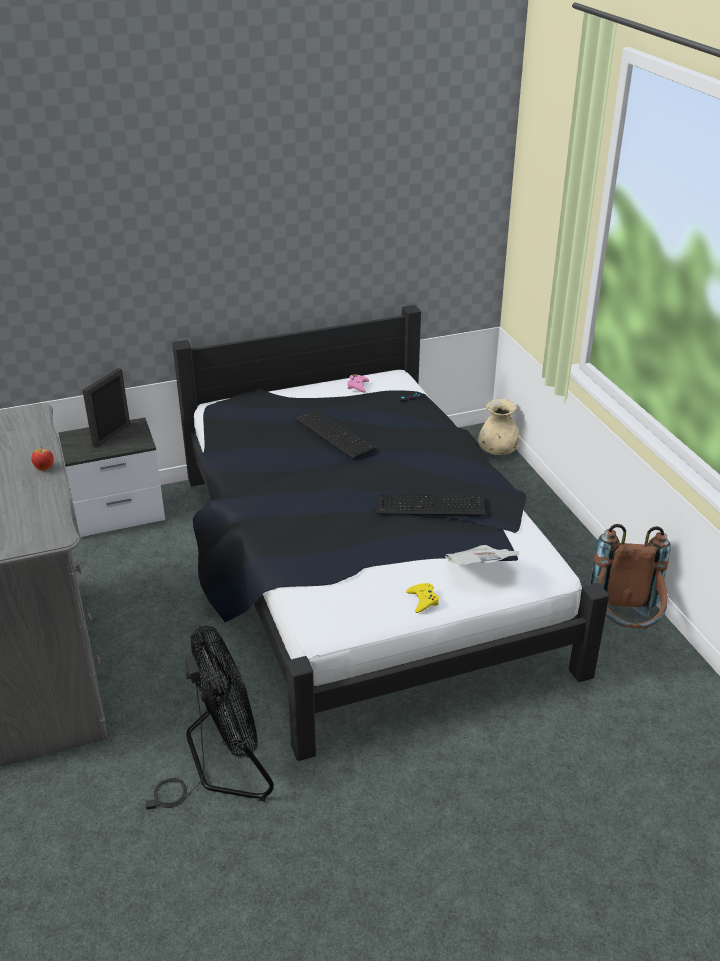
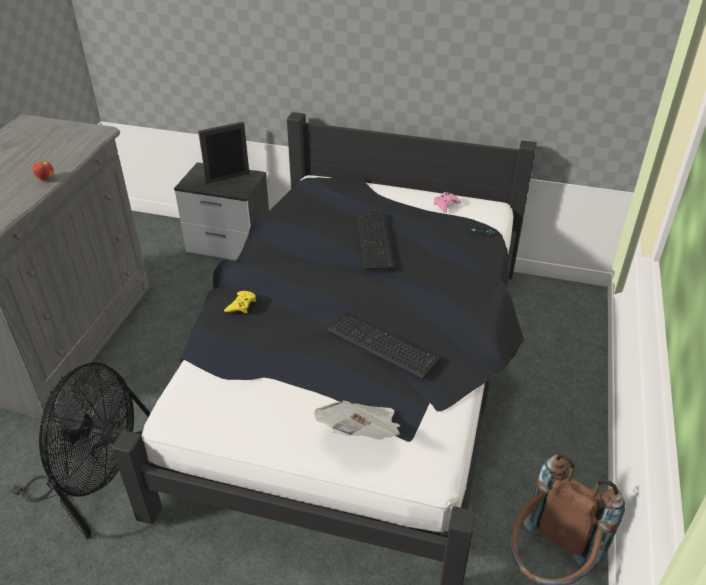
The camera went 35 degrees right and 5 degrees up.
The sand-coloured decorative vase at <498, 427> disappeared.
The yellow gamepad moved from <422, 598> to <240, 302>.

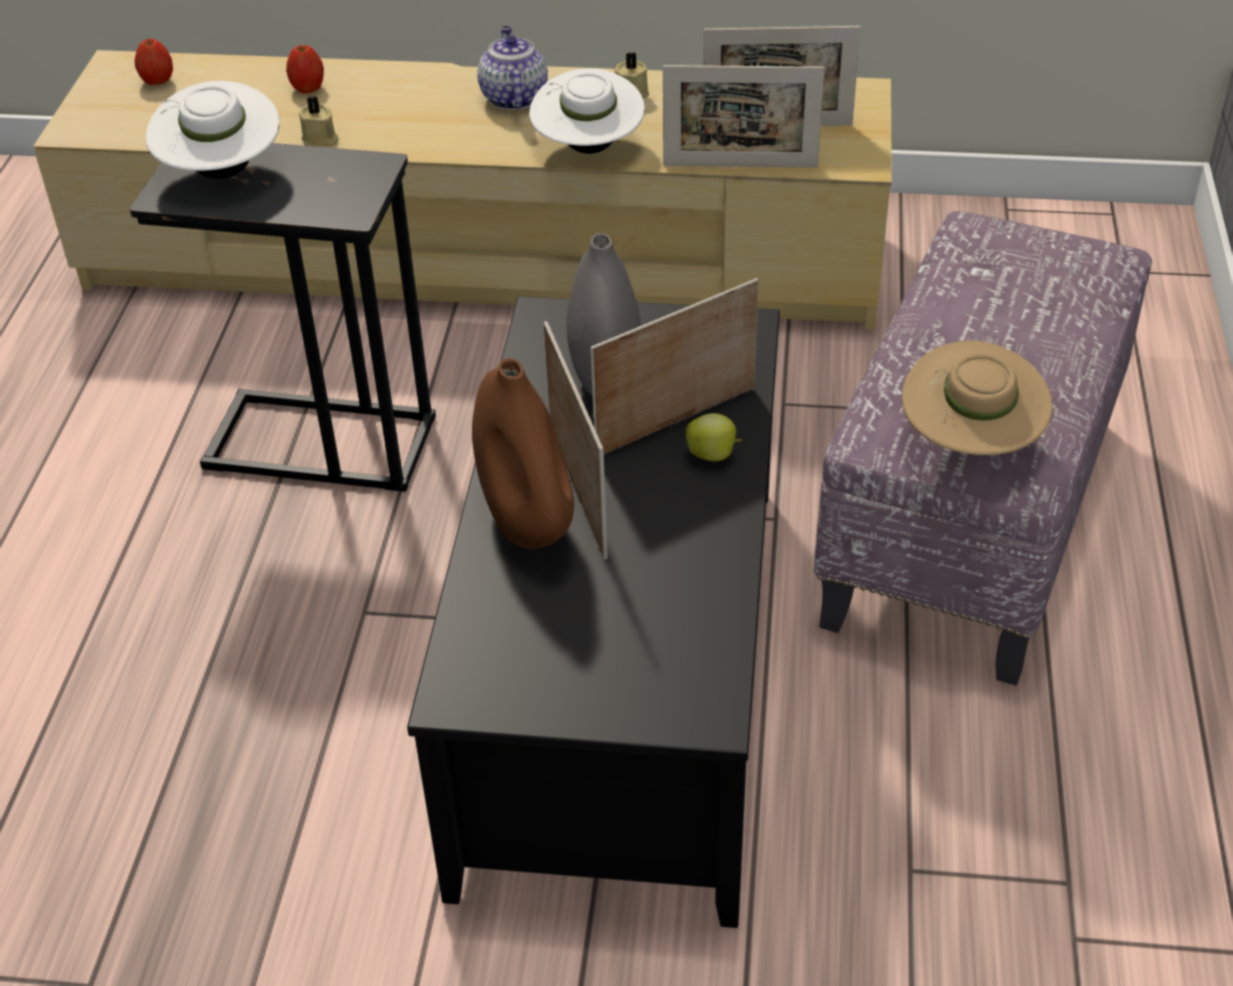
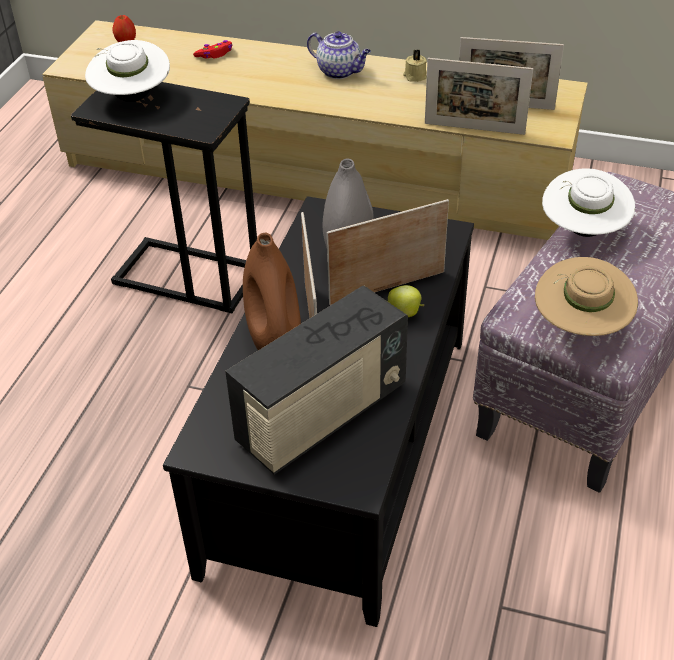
The camera went 10 degrees right and 0 degrees up.
The sand-coloured candle at <319, 121> disappeared.
The radio set at <316, 380> appeared.
The white-coloured wearable hat moved from <587, 111> to <588, 202>.
The whole apple at <305, 69> was replaced by the red gamepad at <212, 49>.
The teapot at <512, 68> turned 120 degrees clockwise.

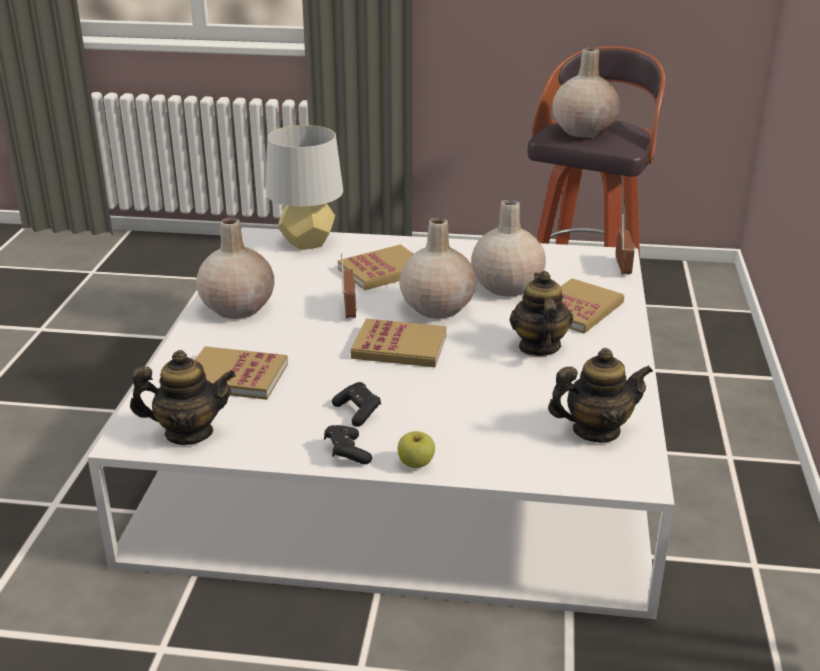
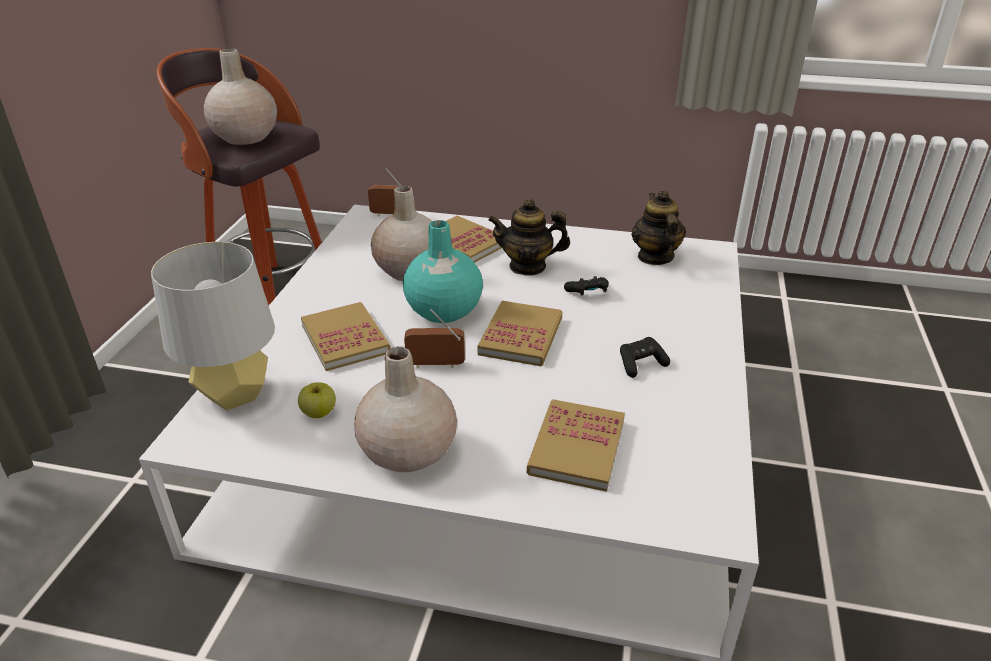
The camera went 85 degrees left and 5 degrees up.
The teapot at <183, 397> disappeared.
The black gamepad moved from <348, 444> to <586, 286>.
The whole apple moved from <416, 449> to <317, 400>.
The sand-coloured decorative vase at <437, 268> became the turquoise decorative vase at <443, 271>.

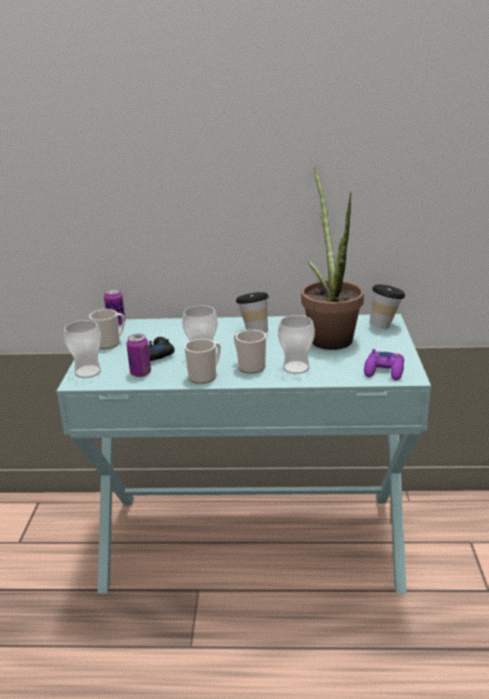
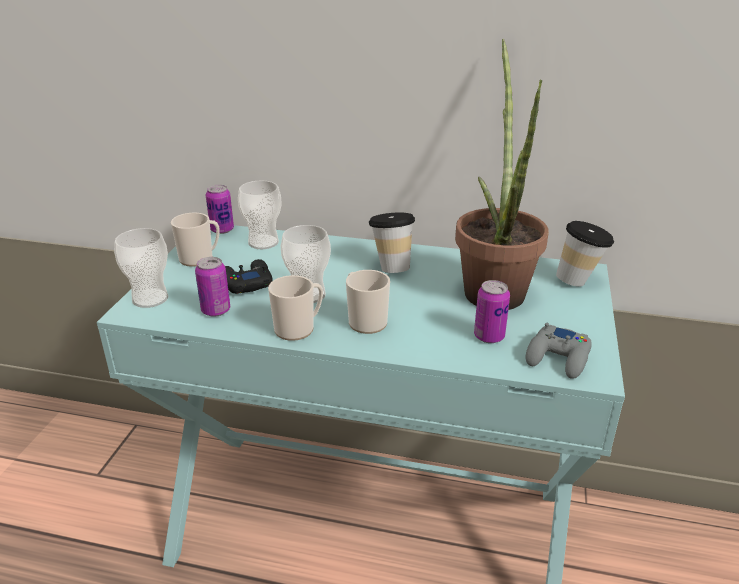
The camera went 10 degrees right and 5 degrees up.
The metal can at <492, 311> appeared.
The small cup moved from <296, 344> to <260, 215>.
The purple-coloured gamepad at <384, 364> became the greyish gamepad at <559, 351>.

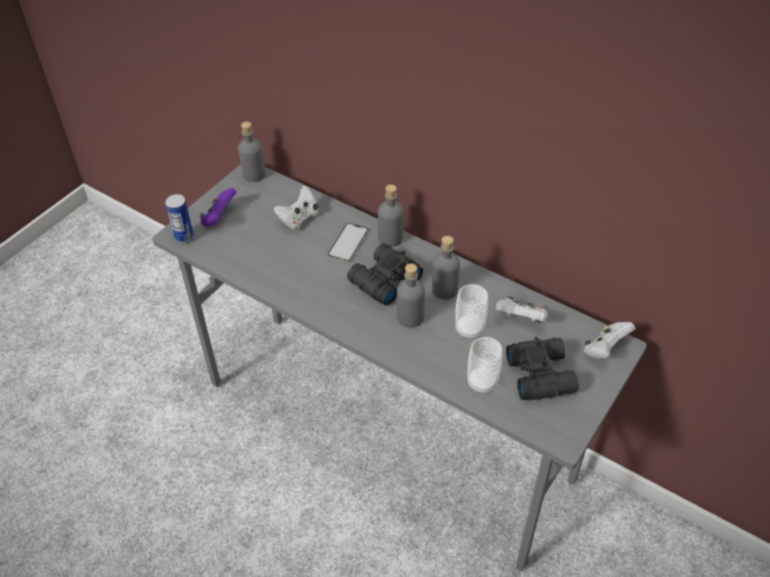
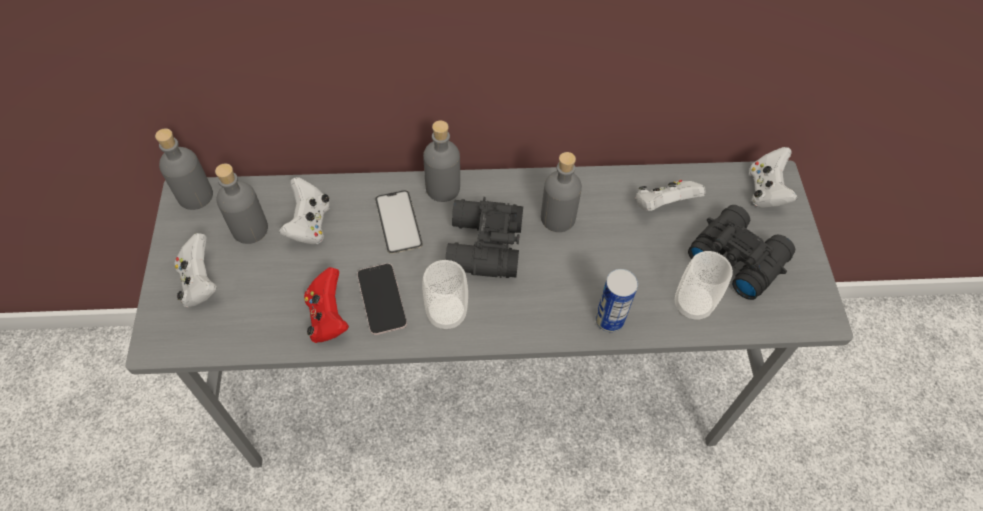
The camera went 40 degrees left and 10 degrees up.
The red gamepad at <326, 305> appeared.
The handset at <382, 299> appeared.
The metal can moved from <179, 219> to <616, 300>.
The greyish beverage bottle moved from <411, 295> to <241, 204>.
The small cup moved from <471, 311> to <445, 295>.
The purple-coloured gamepad at <218, 207> became the white-coloured gamepad at <196, 270>.

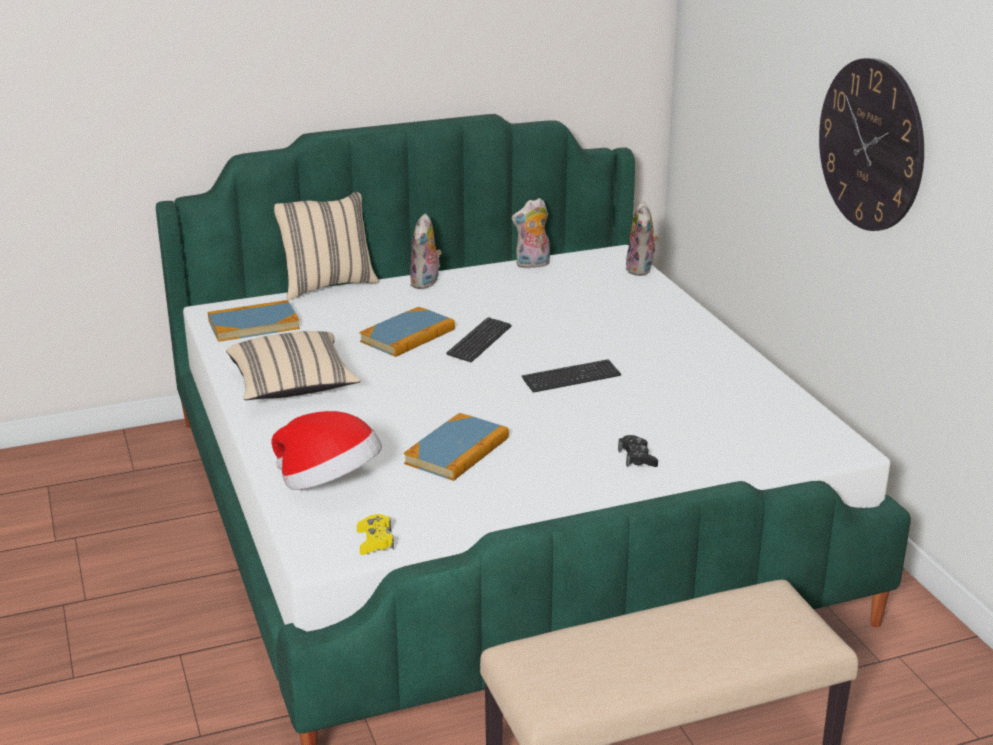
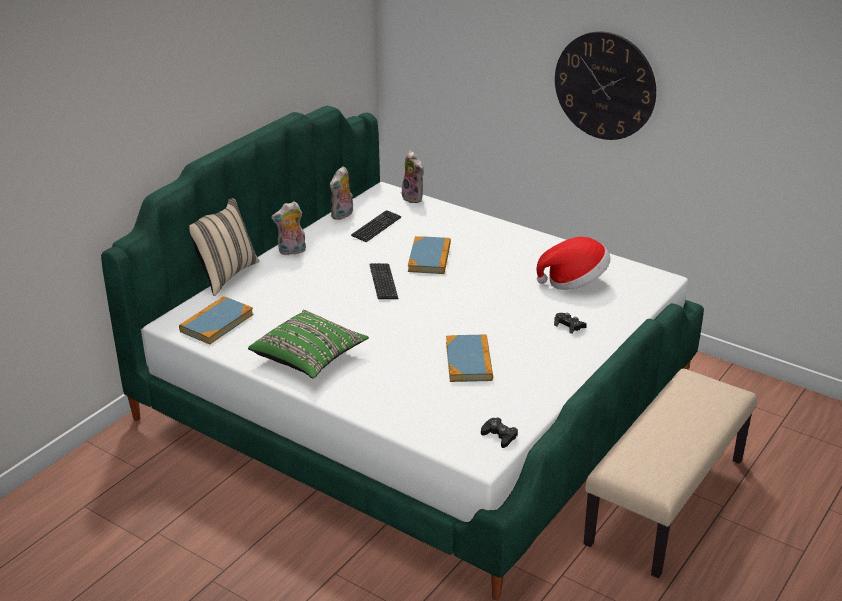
The camera went 35 degrees left and 5 degrees up.
The wearable hat moved from <327, 450> to <573, 263>.
The book moved from <407, 332> to <429, 255>.
The computer keyboard moved from <571, 376> to <376, 226>.
The sand-coloured cushion at <293, 365> became the green cushion at <308, 344>.
The yellow gamepad at <375, 534> became the black gamepad at <499, 433>.
The plush toy at <426, 251> turned 90 degrees clockwise.

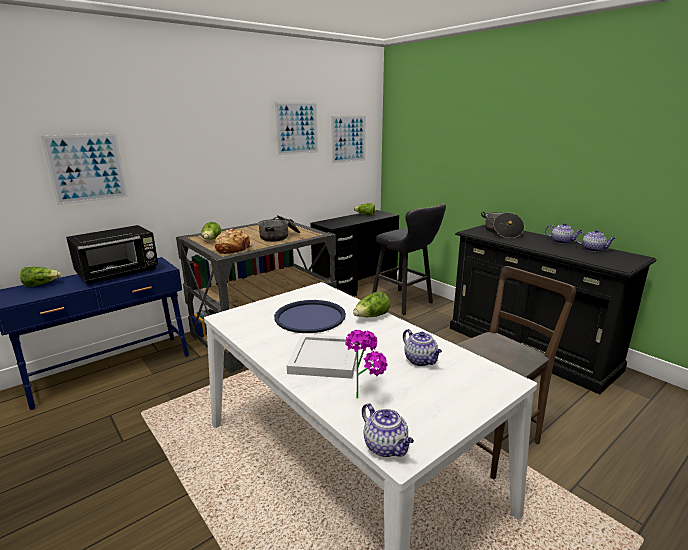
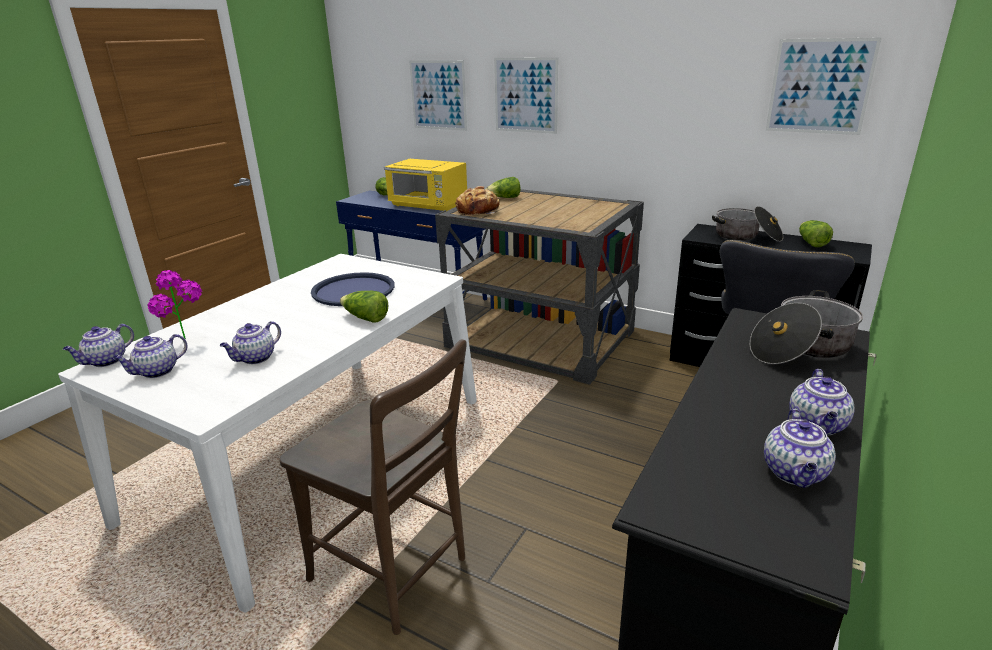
The camera went 70 degrees right and 5 degrees up.
The white-coloured tray at <322, 356> disappeared.
The teapot at <150, 356> appeared.
The stockpot moved from <279, 228> to <747, 224>.
The wall art moved from <296, 128> to <526, 95>.
The black kitchen microwave at <112, 255> became the yellow kitchen microwave at <425, 185>.

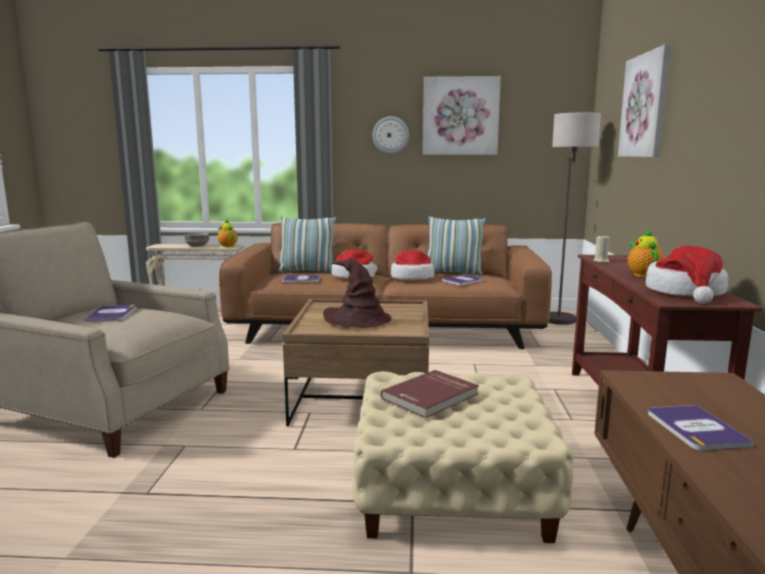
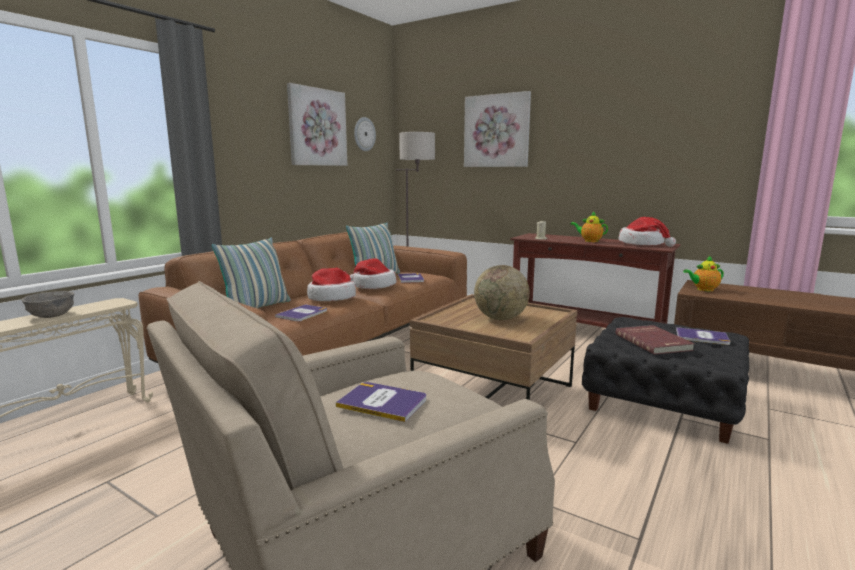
The camera went 60 degrees left and 0 degrees up.
The teapot moved from <227, 233> to <703, 273>.
The wall clock moved from <391, 135> to <365, 134>.
The book moved from <701, 428> to <703, 336>.
The brownish wearable hat at <357, 293> was replaced by the world globe at <502, 292>.
The sand-coloured pouffe at <463, 457> became the black pouffe at <665, 380>.

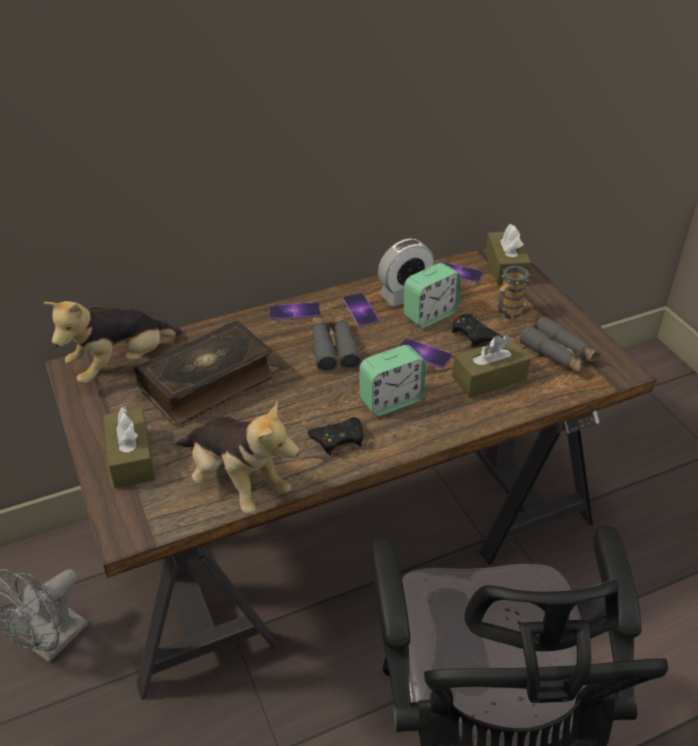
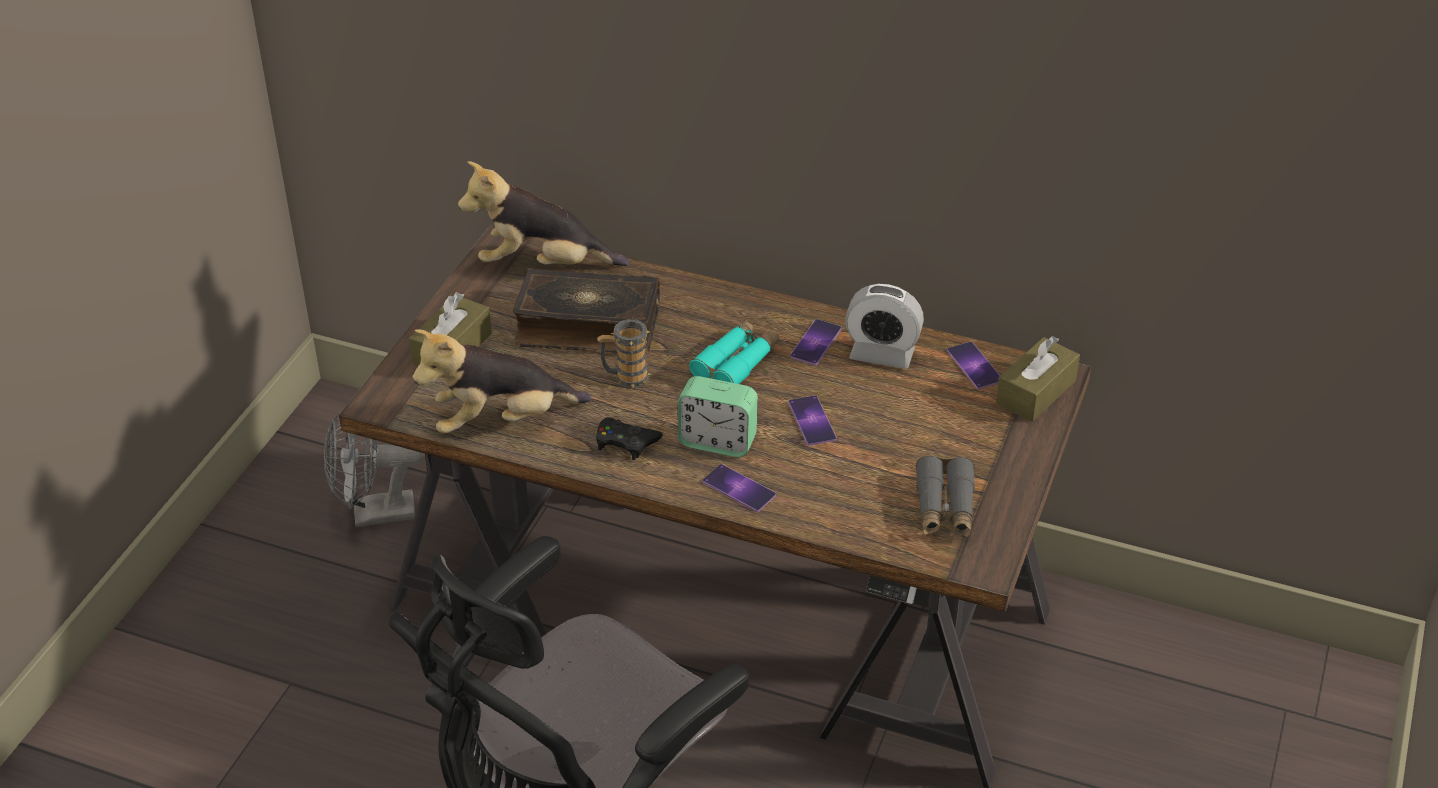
The camera went 45 degrees right and 0 degrees up.
The alarm clock at <432, 295> disappeared.
The black gamepad at <477, 331> disappeared.
The brownish tissue holder at <491, 366> disappeared.
The handset moved from <294, 311> to <739, 488>.
The tea mug moved from <513, 292> to <624, 353>.
The greyish pair of binoculars at <336, 343> became the turquoise pair of binoculars at <734, 352>.
The plush toy at <238, 457> turned 75 degrees clockwise.

